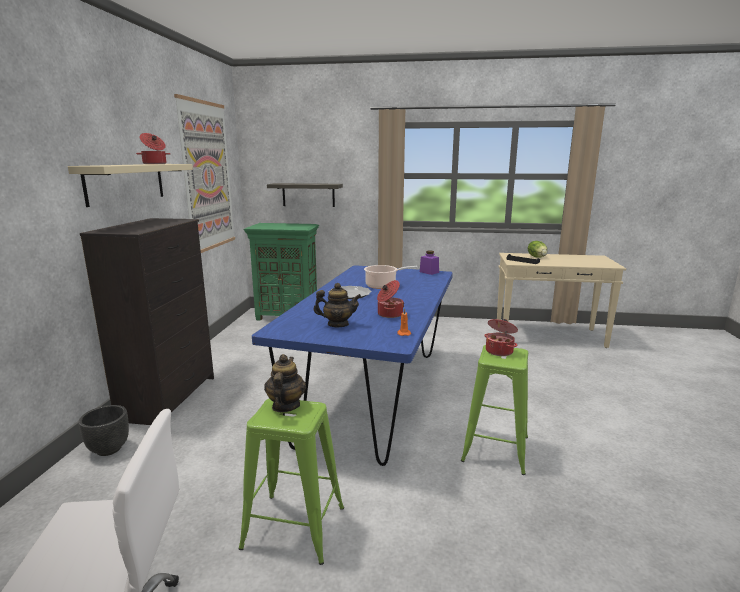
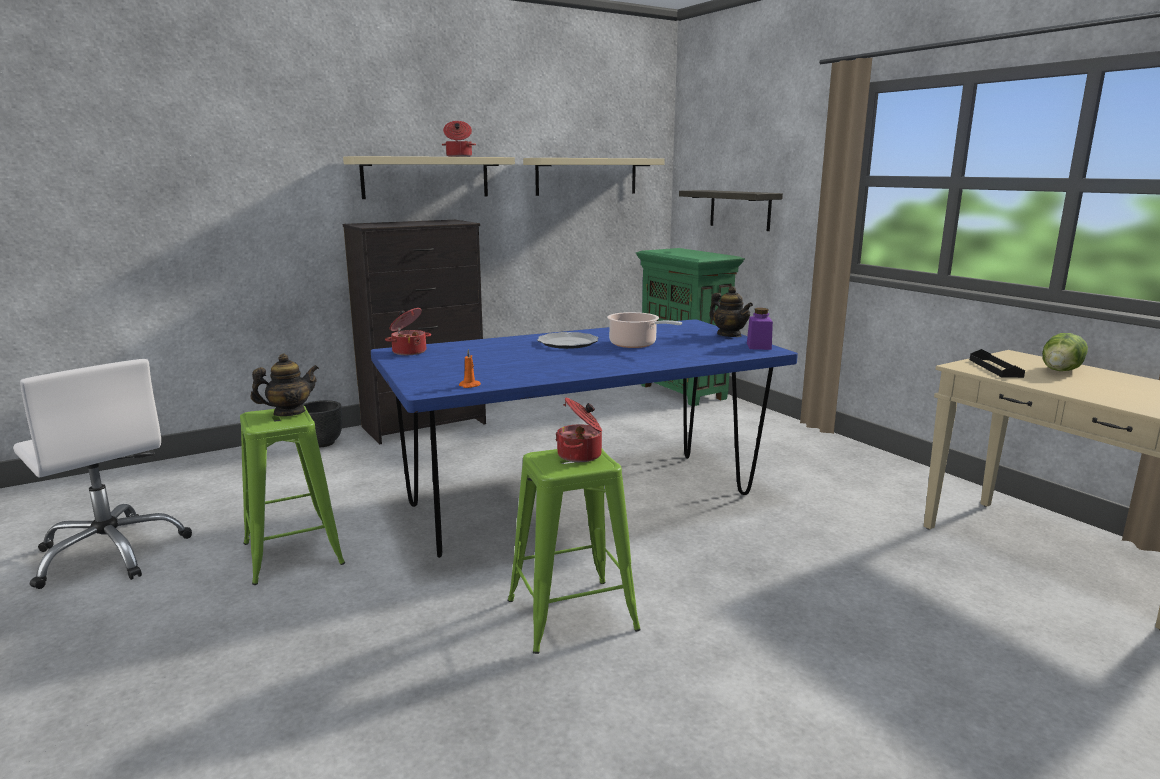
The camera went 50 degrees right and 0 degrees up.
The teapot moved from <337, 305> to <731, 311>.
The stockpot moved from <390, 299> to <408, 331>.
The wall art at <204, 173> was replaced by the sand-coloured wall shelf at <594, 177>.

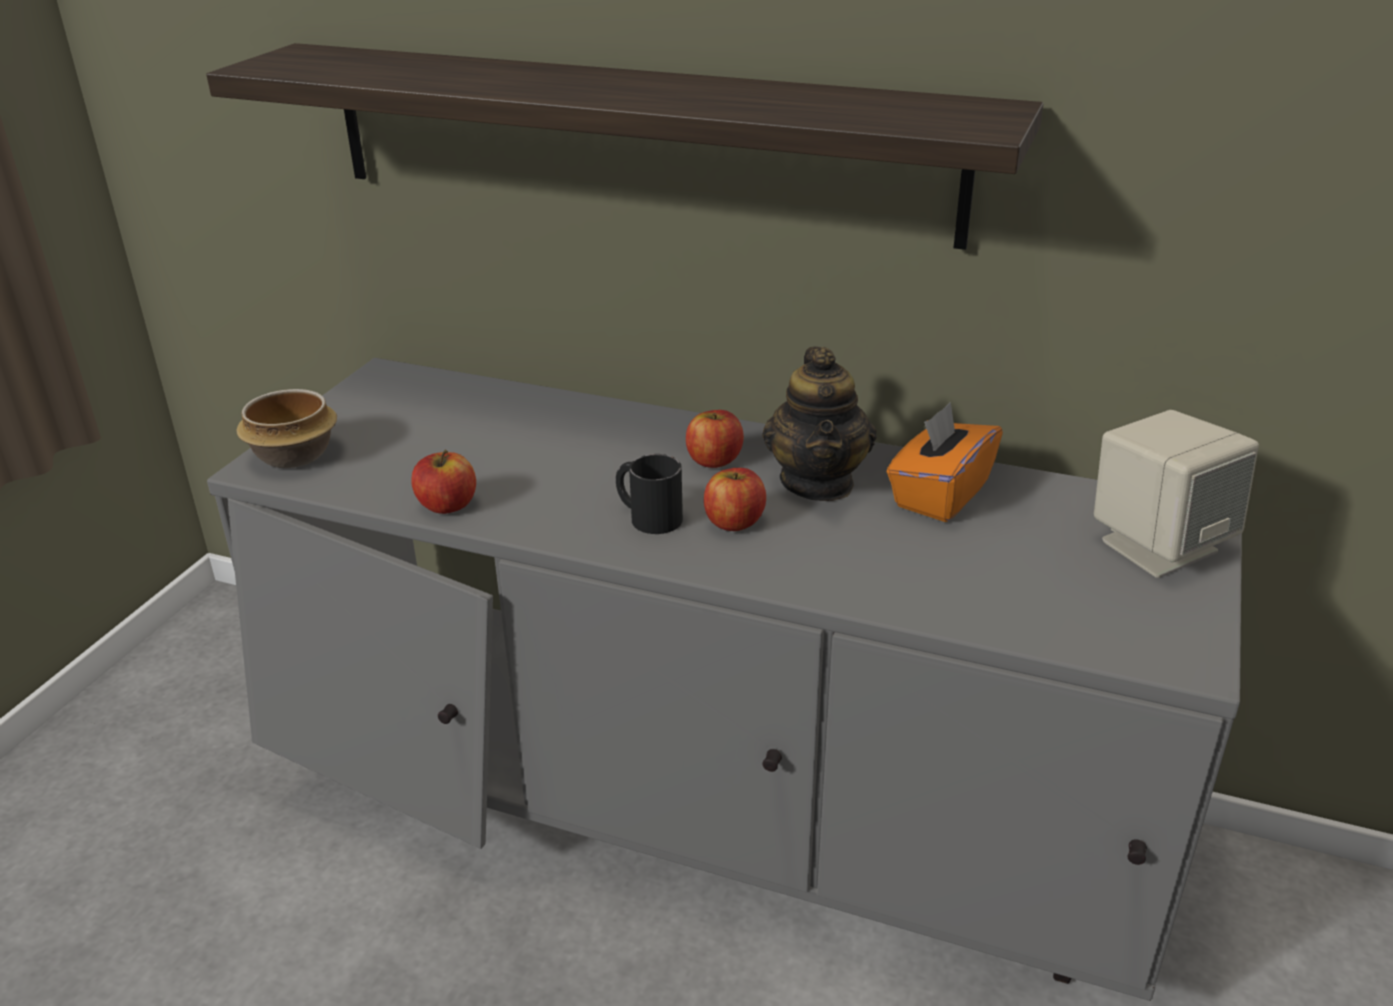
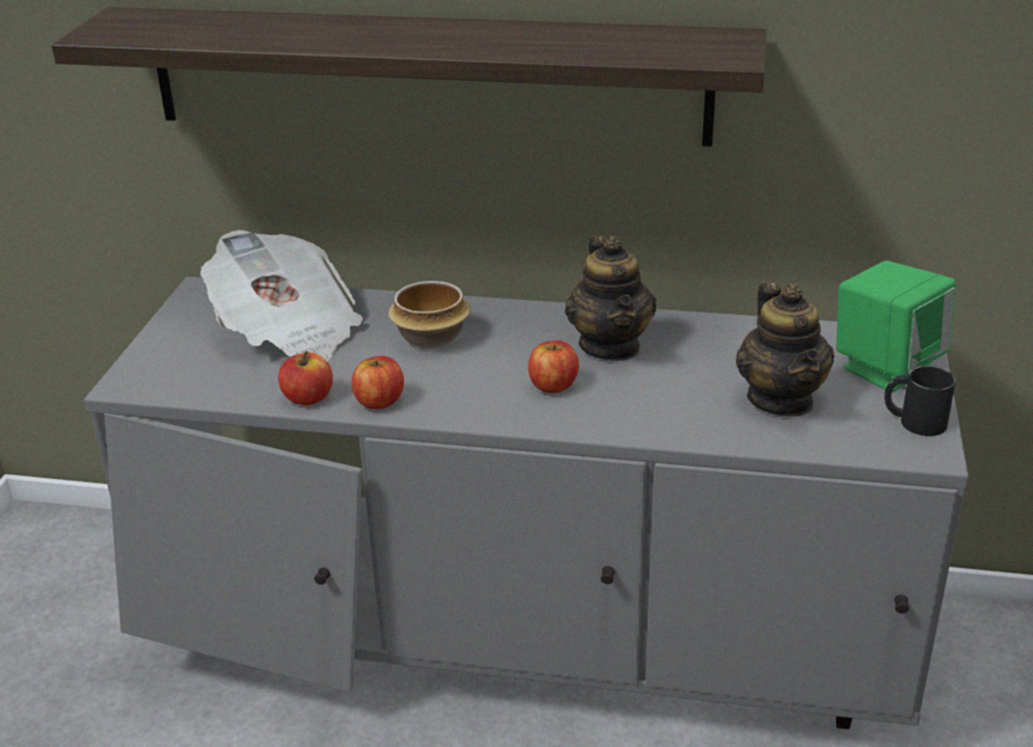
The camera went 10 degrees left and 0 degrees up.
The orange tissue holder at <945, 462> disappeared.
The printed paper at <281, 296> appeared.
The teapot at <785, 348> appeared.
The serving bowl moved from <286, 428> to <429, 315>.
The black tea mug moved from <649, 494> to <920, 401>.
The whole apple moved from <715, 439> to <378, 382>.
The sand-coloured speaker at <1176, 494> became the green speaker at <896, 326>.

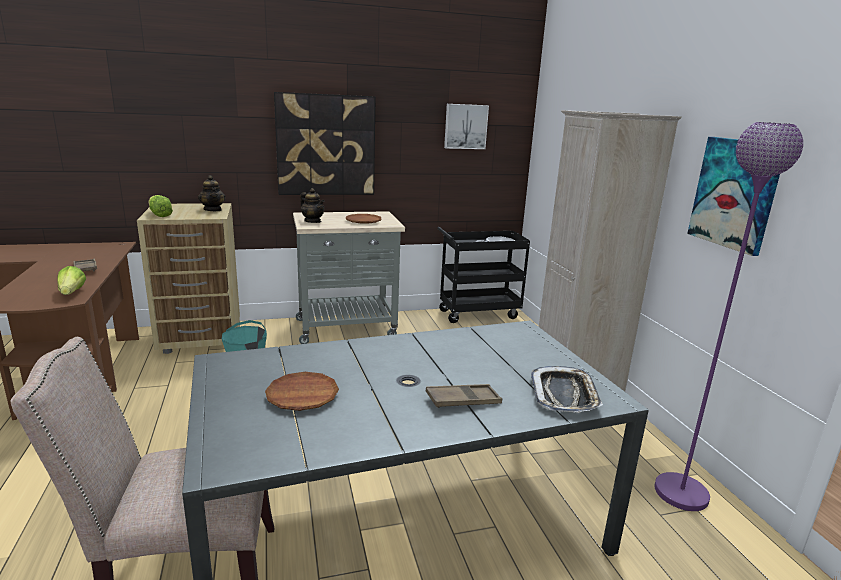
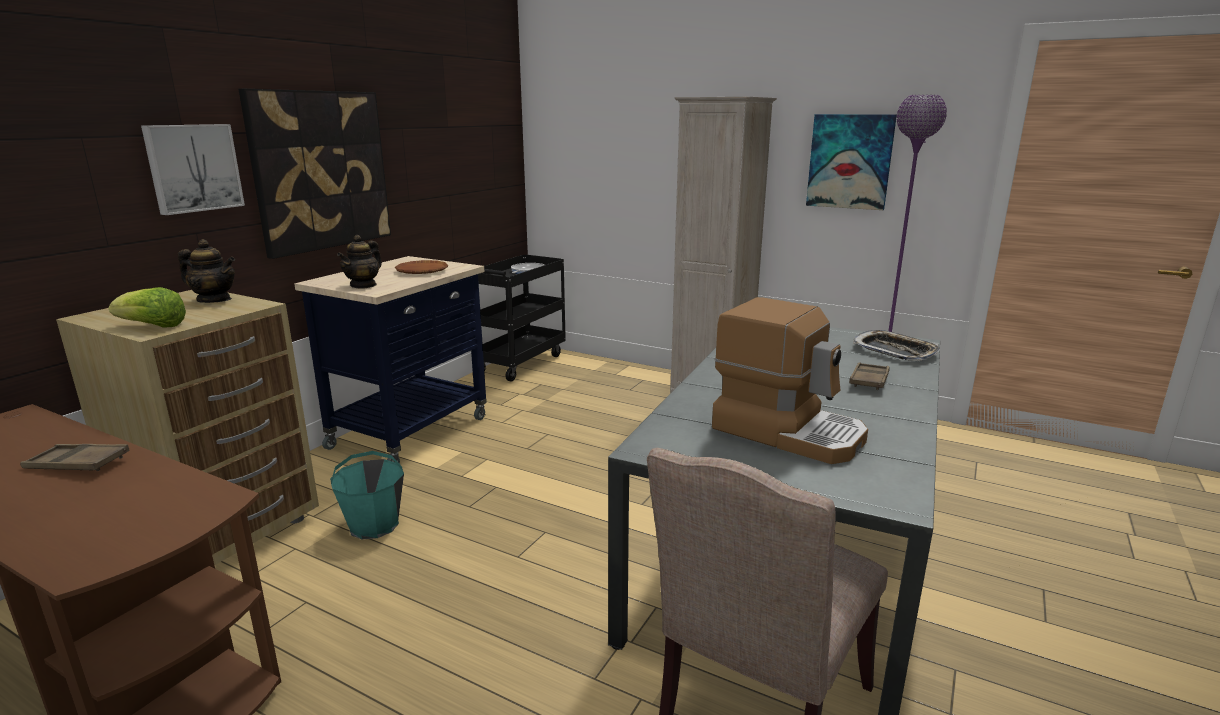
The camera went 45 degrees left and 0 degrees up.
The lettuce head at <71, 280> disappeared.
The wall art moved from <466, 126> to <193, 169>.
The brownish dinner plate at <302, 391> was replaced by the coffee machine at <790, 380>.
The greyish wheeled cart at <349, 277> became the bluish wheeled cart at <390, 360>.
The teapot at <312, 205> turned 120 degrees clockwise.

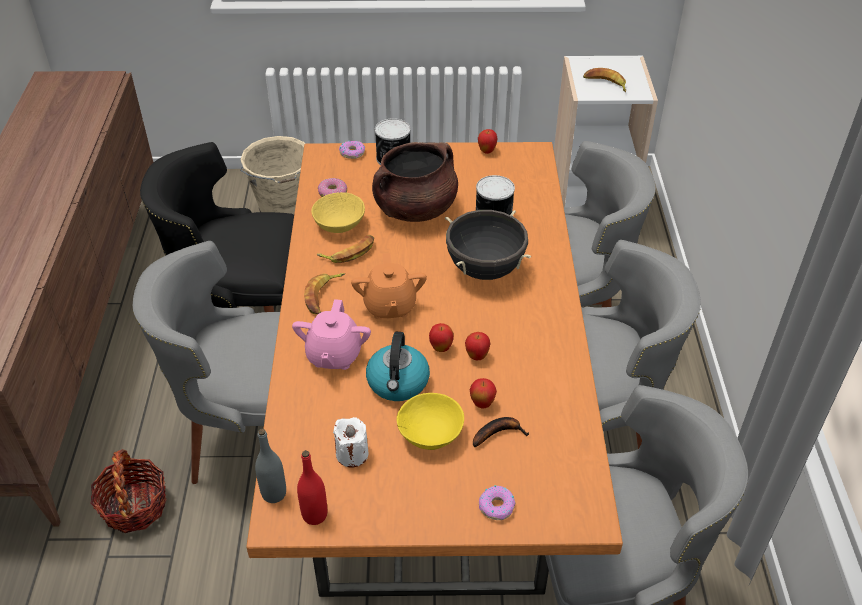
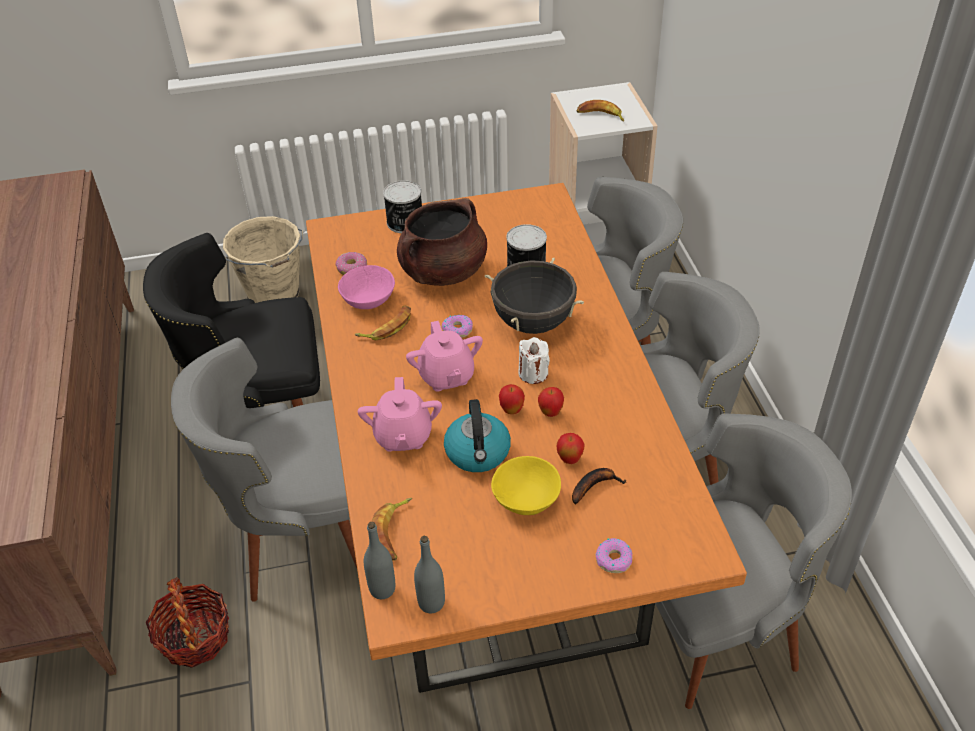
The camera went 10 degrees left and 0 degrees up.
The whole apple at <488, 141> disappeared.
The whole banana moved from <324, 294> to <392, 529>.
The white-coloured candle moved from <351, 442> to <534, 360>.
The donut moved from <352, 150> to <457, 326>.
The red beverage bottle at <312, 487> became the greyish beverage bottle at <429, 574>.
The yellow serving bowl at <338, 212> became the pink-coloured serving bowl at <366, 287>.
The orange teapot at <389, 286> became the pink-coloured teapot at <444, 356>.

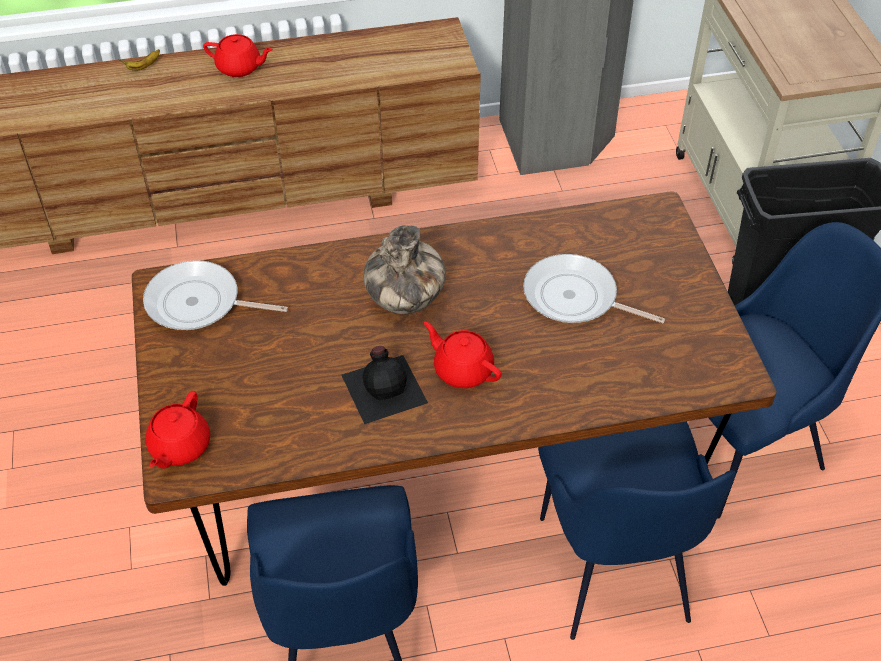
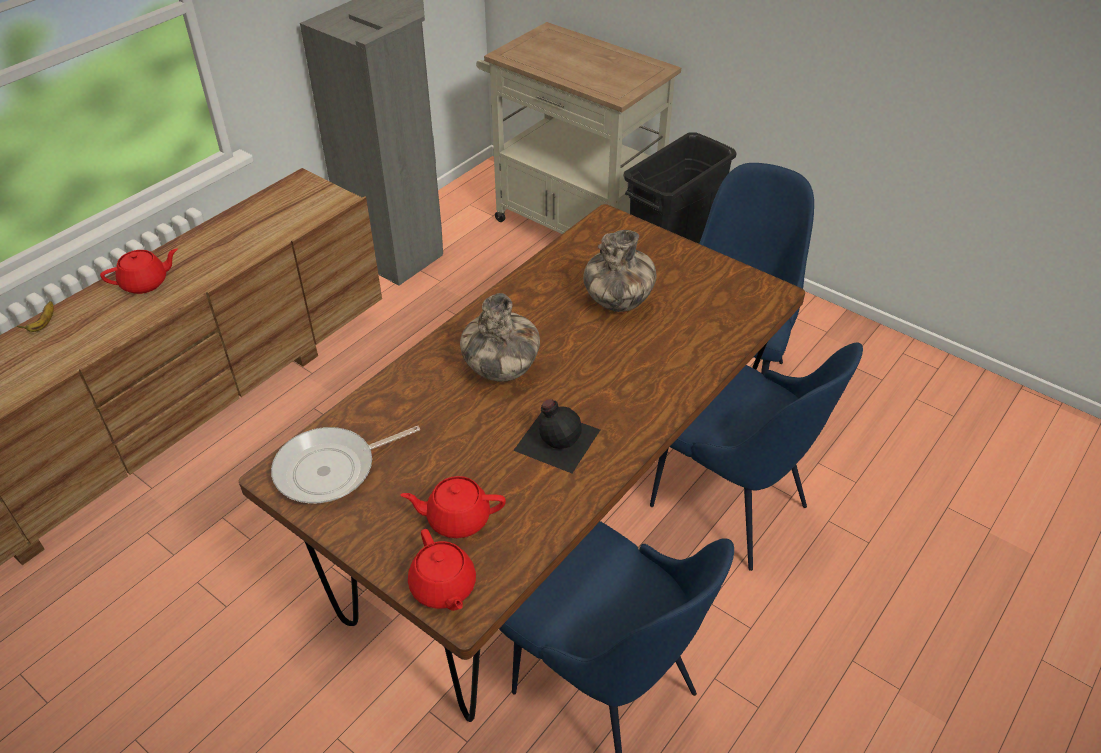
The camera went 40 degrees left and 5 degrees down.
The red teapot moved from <463, 355> to <453, 507>.
The skillet at <594, 288> was replaced by the decorative vase at <619, 271>.

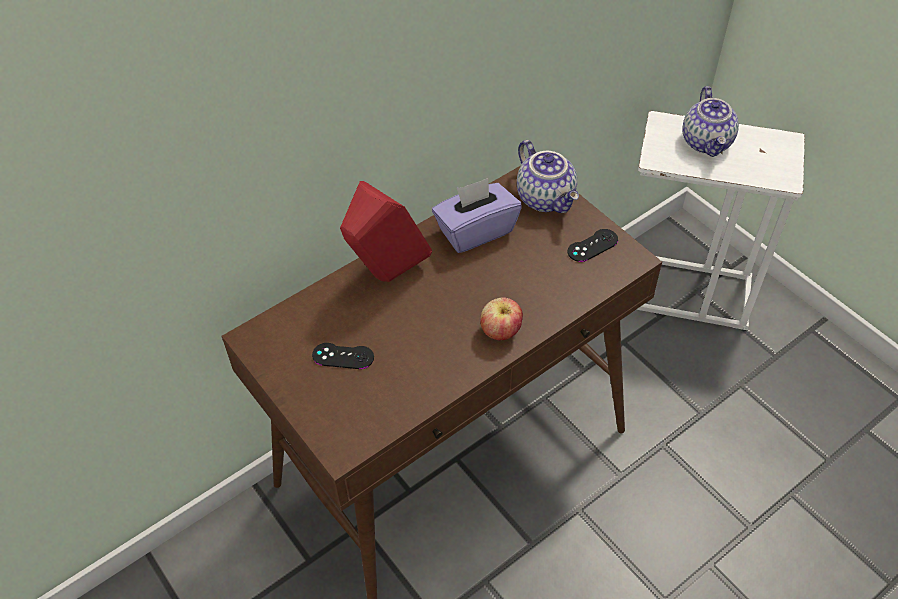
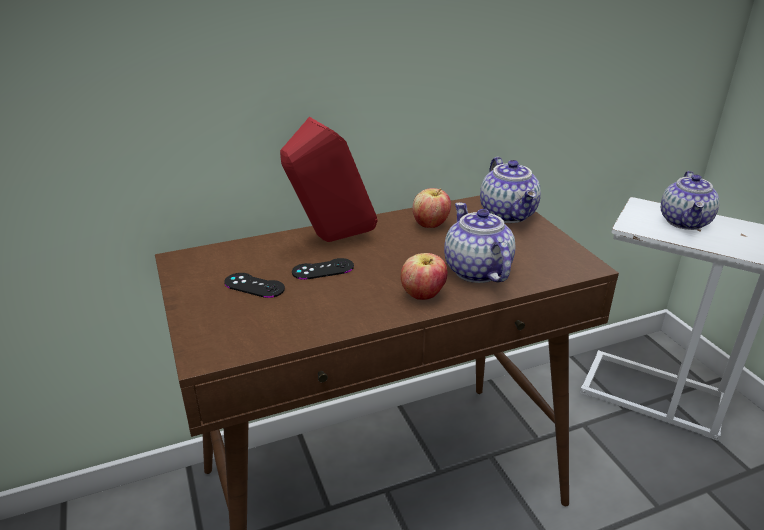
The camera went 15 degrees right and 20 degrees down.
The teapot at <480, 243> appeared.
The black gamepad moved from <593, 245> to <323, 269>.
The purple-coloured tissue holder at <477, 215> was replaced by the whole apple at <432, 208>.

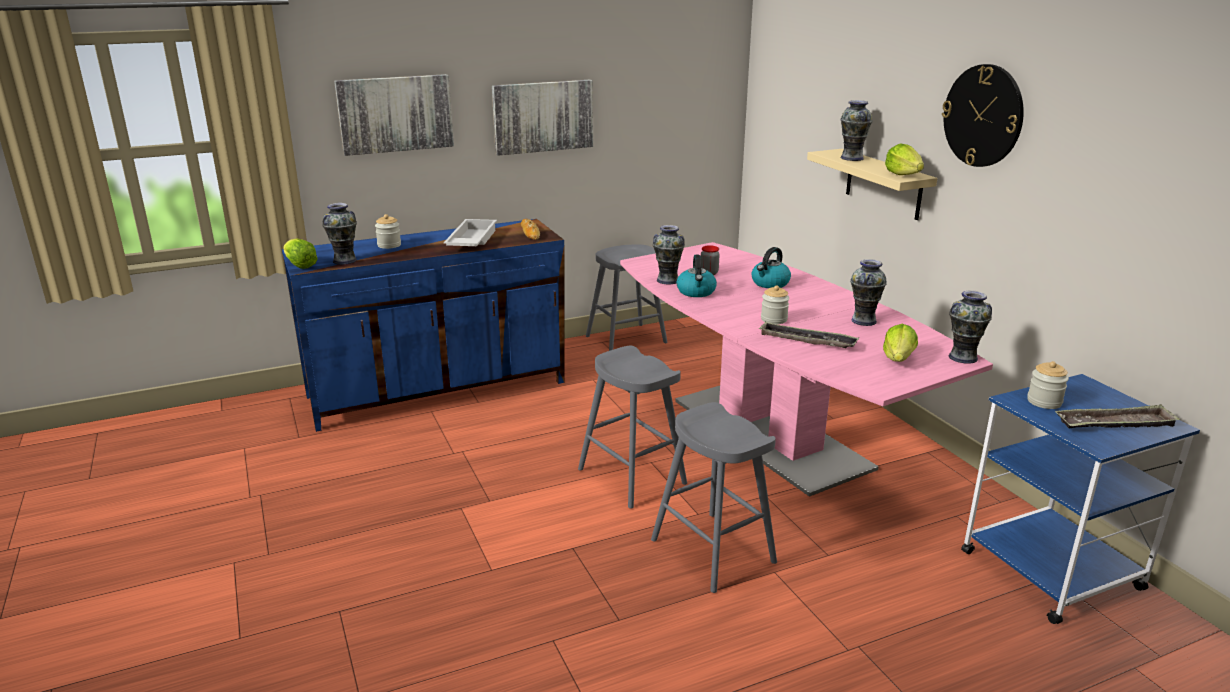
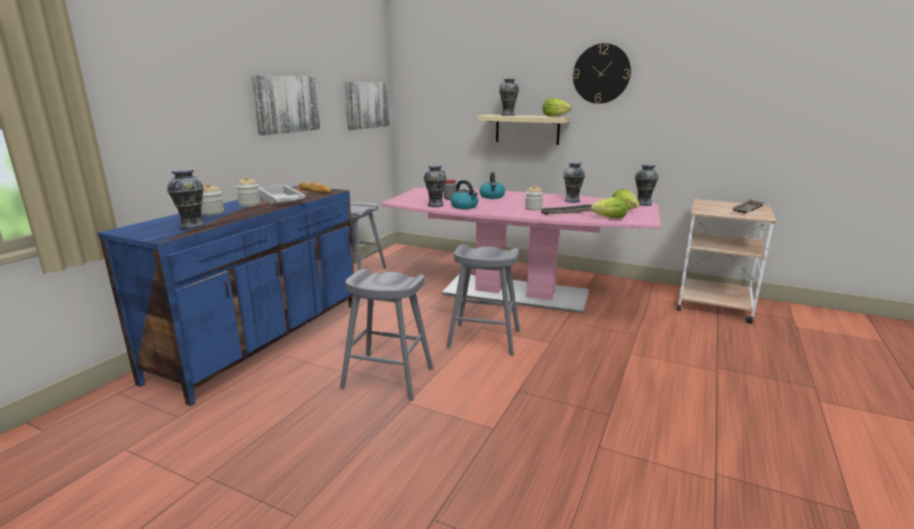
The camera went 40 degrees left and 5 degrees down.
The lettuce head moved from <300, 254> to <609, 208>.
The wall art moved from <394, 115> to <367, 106>.
The greyish sitting stool moved from <714, 497> to <386, 335>.
The storage jar moved from <1048, 385> to <248, 191>.
The bluish wheeled cart at <1080, 499> became the sand-coloured wheeled cart at <726, 261>.

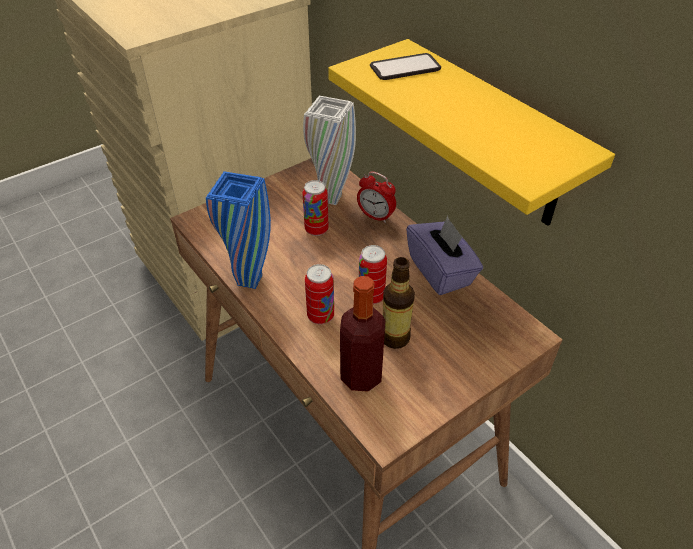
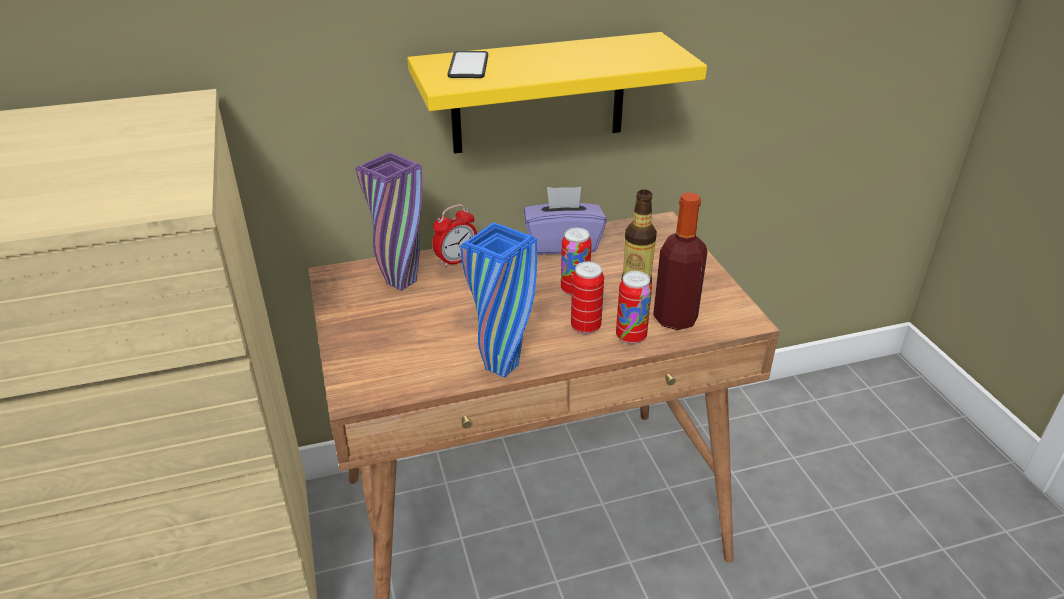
The camera went 70 degrees left and 10 degrees down.
The metal can moved from <316, 208> to <634, 307>.
The white-coloured decorative vase at <329, 150> became the purple-coloured decorative vase at <388, 221>.

